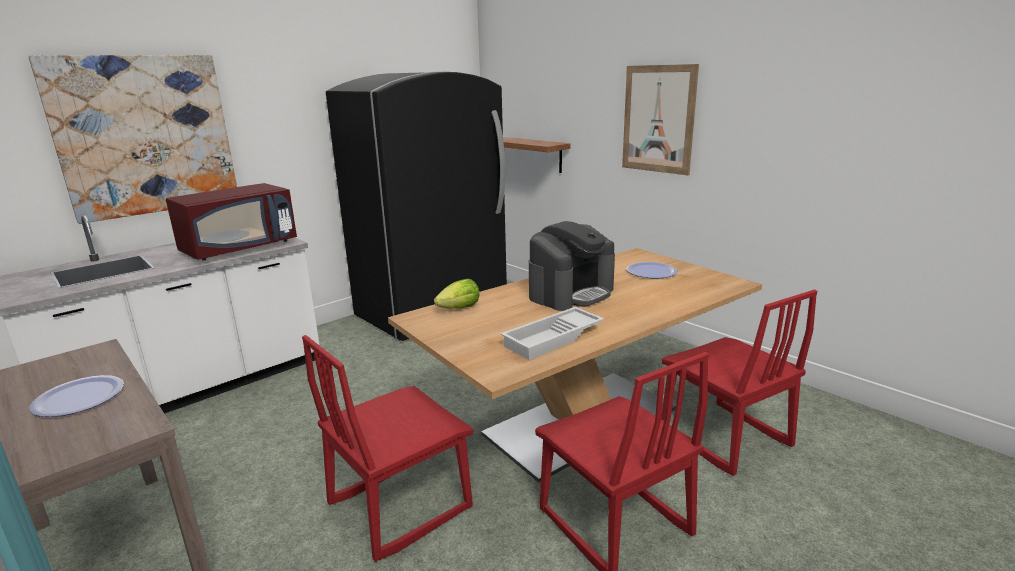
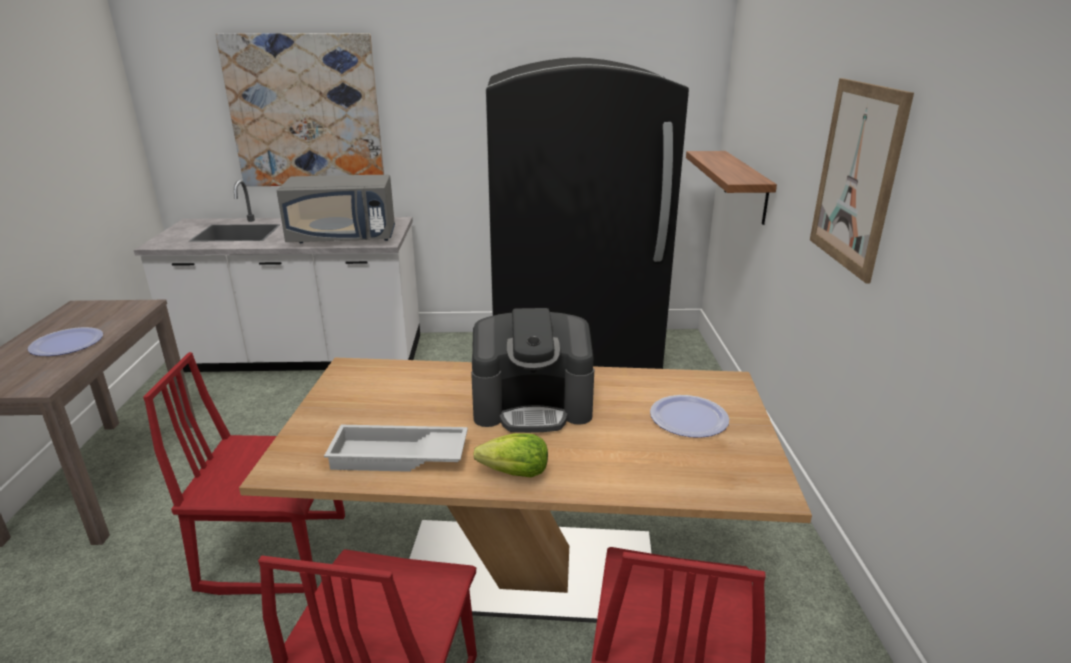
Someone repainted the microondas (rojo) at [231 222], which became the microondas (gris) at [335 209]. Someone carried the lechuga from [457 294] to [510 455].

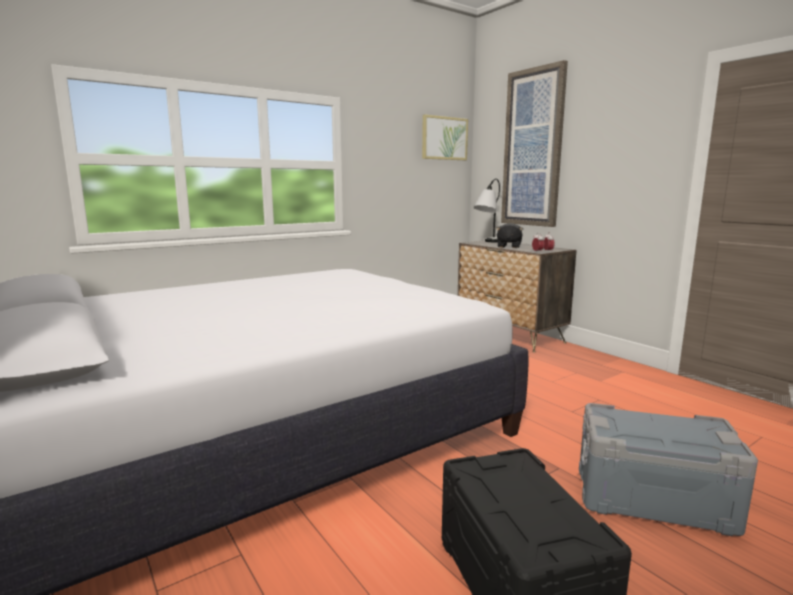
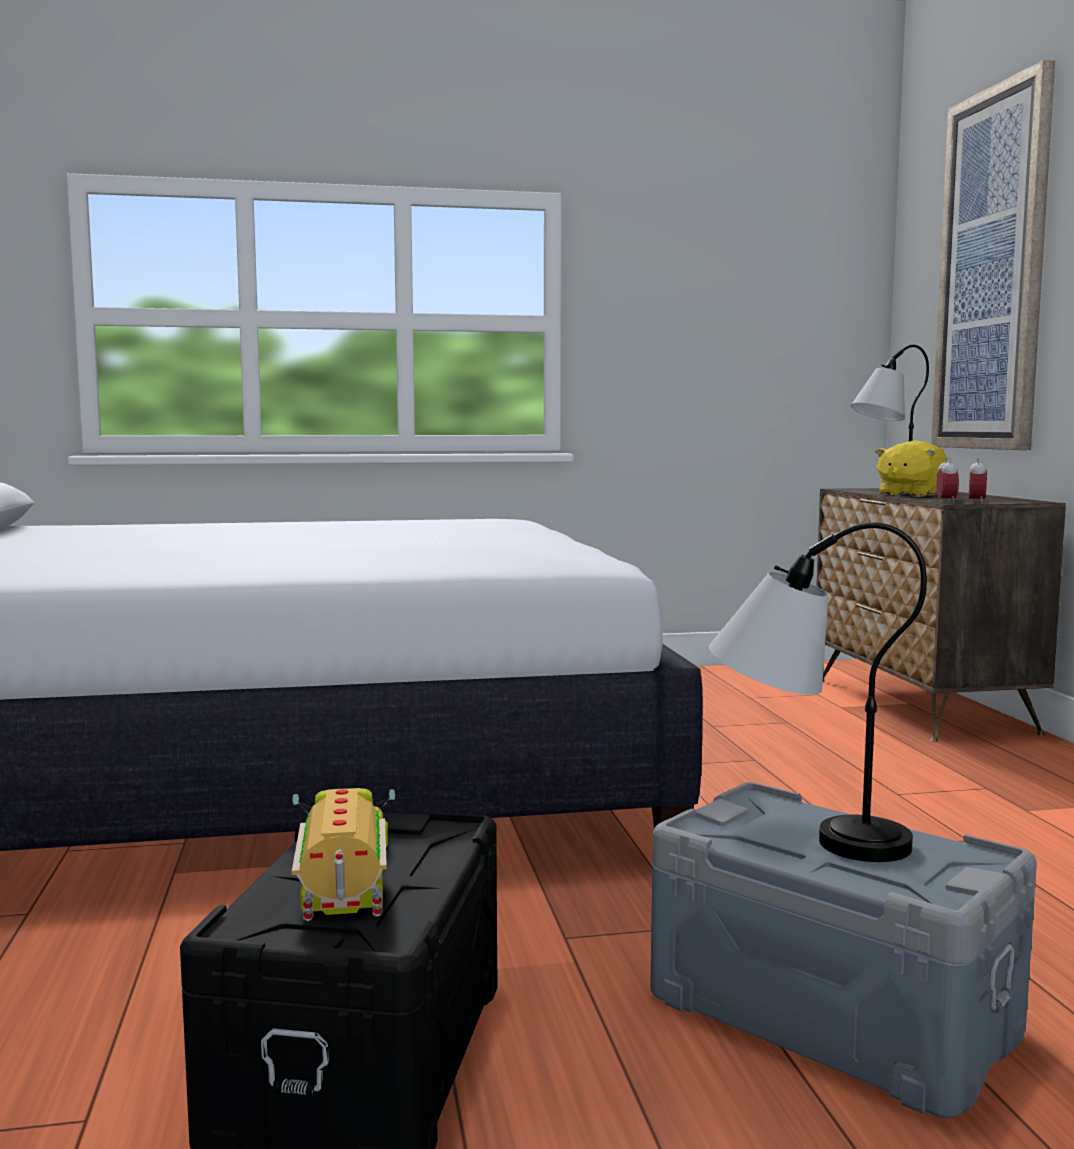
Someone took away the cuadro at [445 137]. Someone repainted the peluche (negro) at [509 235], which became the peluche (amarillo) at [910 469]. Someone put down the lámpara de mesa at [818 692]. Someone put down the camión de juguete at [343 854].

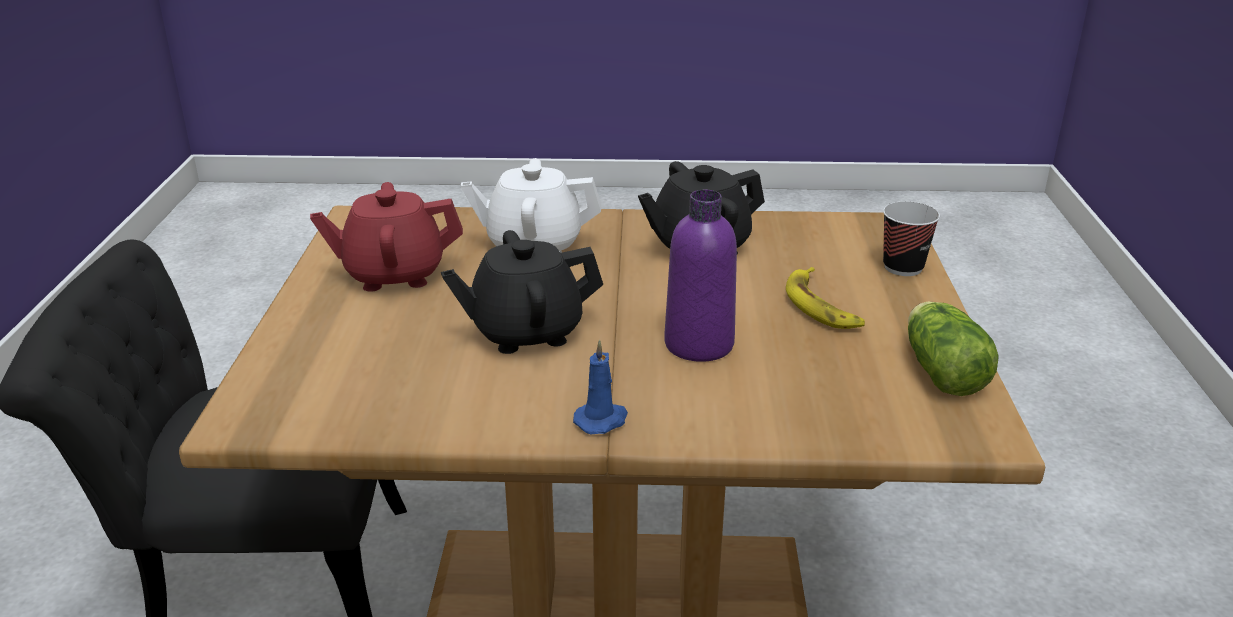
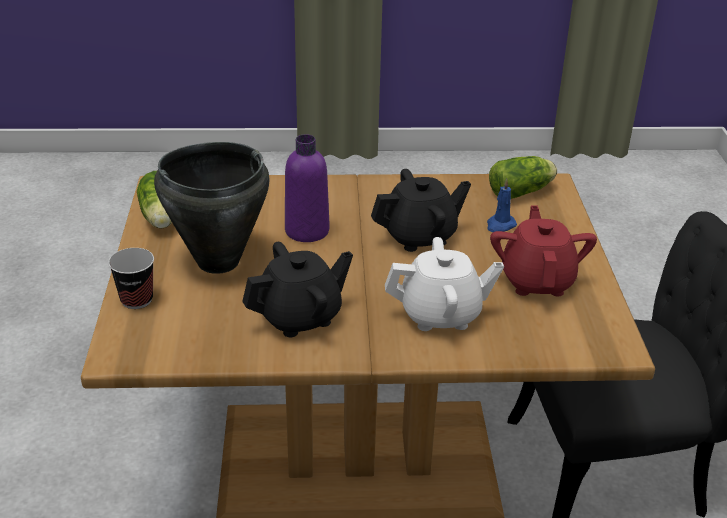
Someone rotated the tetera (rojo) at [386 237] by 75 degrees counterclockwise. Someone swapped the plátano at [825 298] for the olla (negro) at [212 208]. Someone carried the vela (azul) from [600 387] to [502 205]. Someone put down the lechuga at [523 177].

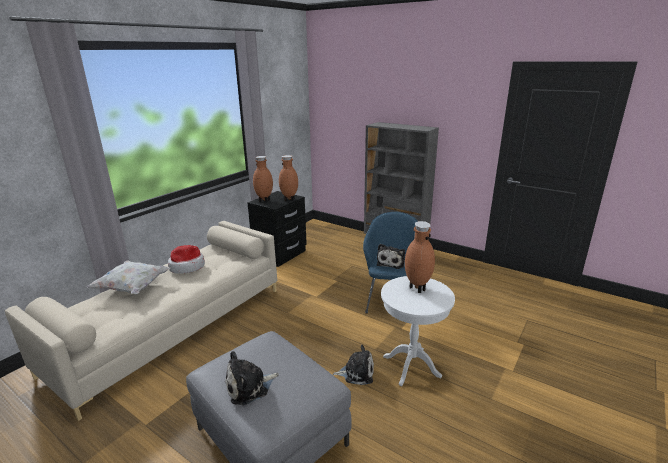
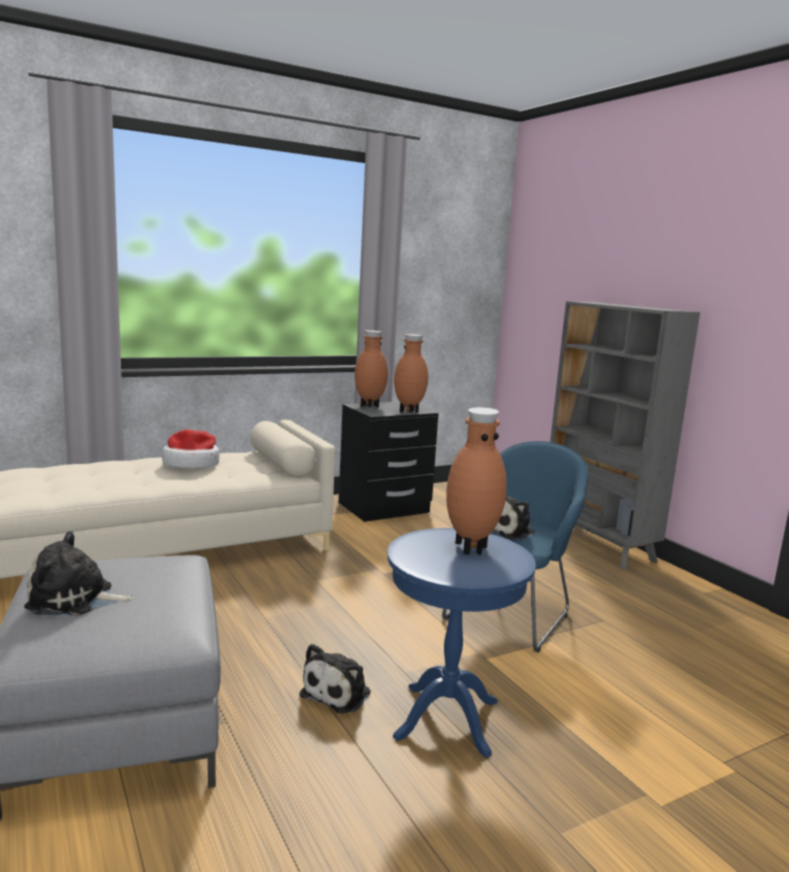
Someone took away the cojín (blanco) at [129 277]. Someone repainted the mesa auxiliar (blanco) at [418 331], which became the mesa auxiliar (azul) at [461 643]. Someone rotated the peluche at [353 365] by 90 degrees clockwise.

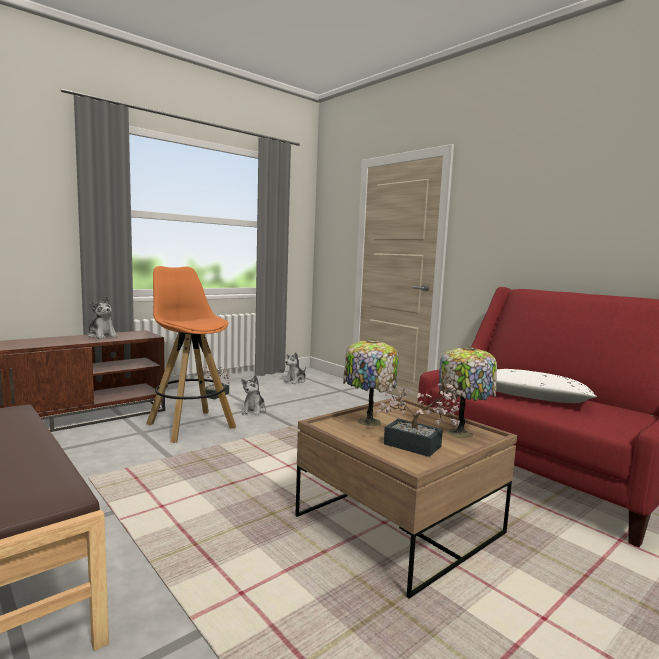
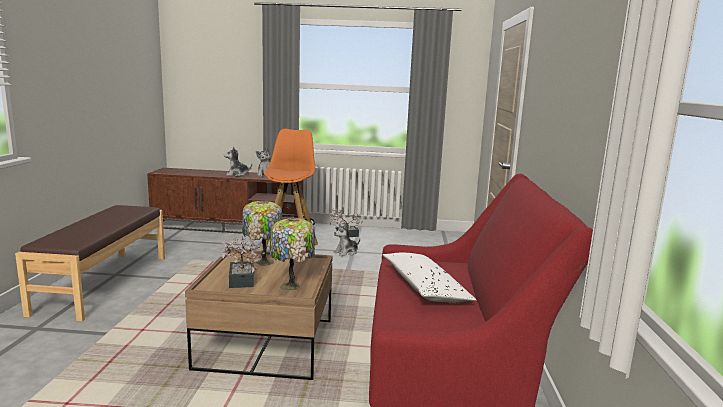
Someone carried the peluche from [295 368] to [238 161].

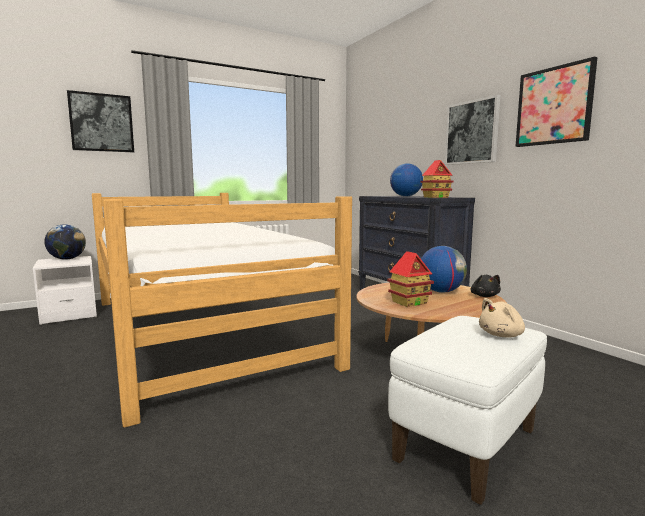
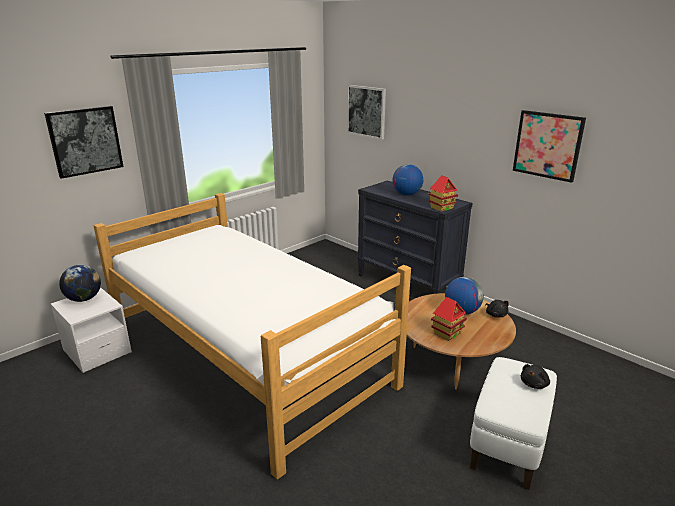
Someone carried the cuadro from [472 130] to [366 112]. Someone repainted the peluche (beis) at [502 318], which became the peluche (negro) at [535 376].

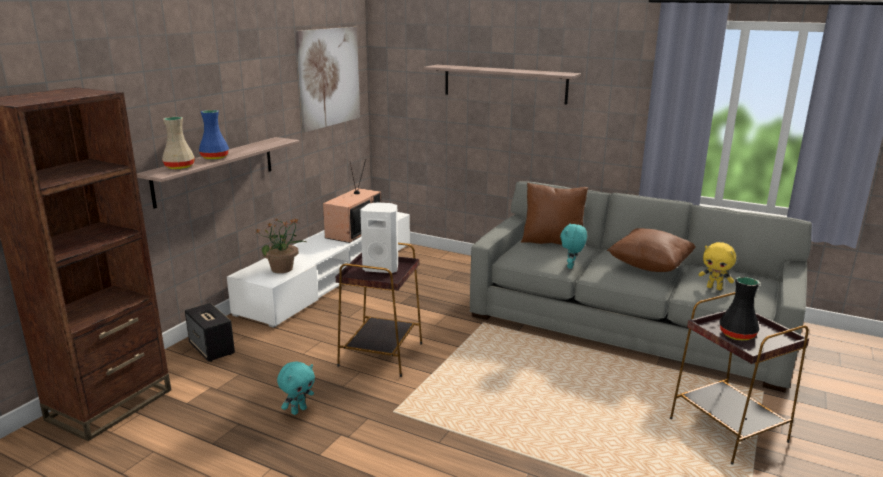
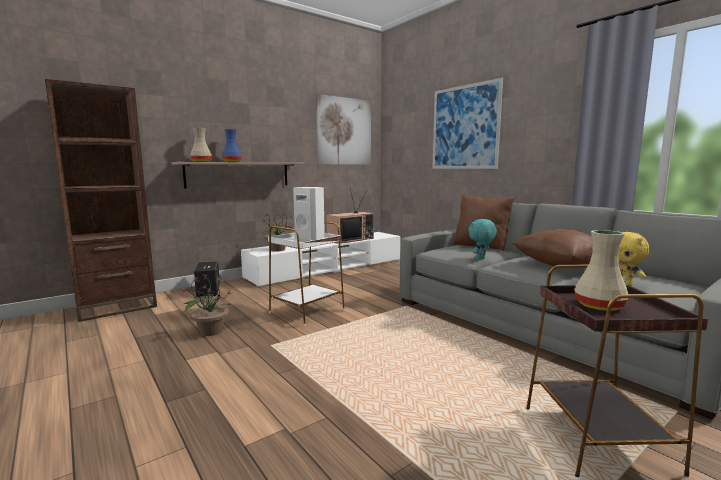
Someone swapped the estante at [502 85] for the cuadro at [467 123]. Someone repainted the mesa auxiliar (marrón) at [378 310], which became the mesa auxiliar (blanco) at [306 273]. Someone repainted the florero (negro) at [740 309], which became the florero (beis) at [601 270]. Someone swapped the peluche (turquesa) at [296 388] for the planta en maceta at [206 305].

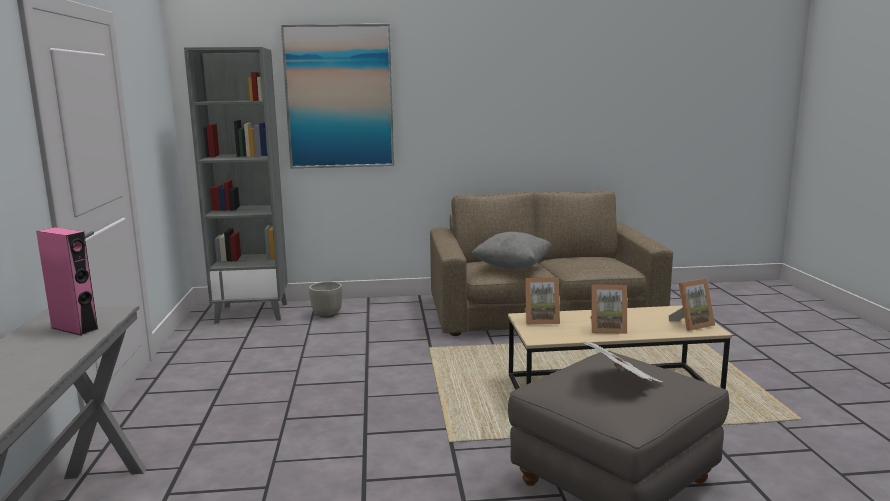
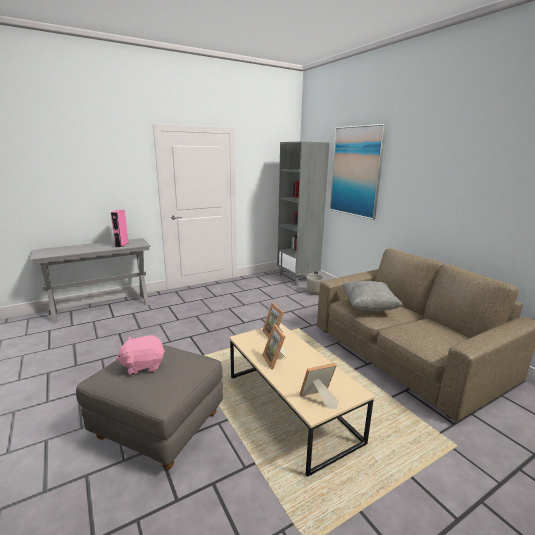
Someone rotated the portarretratos at [692 304] by 120 degrees clockwise. Someone swapped the periódico at [623 362] for the peluche (rosa) at [140 355].

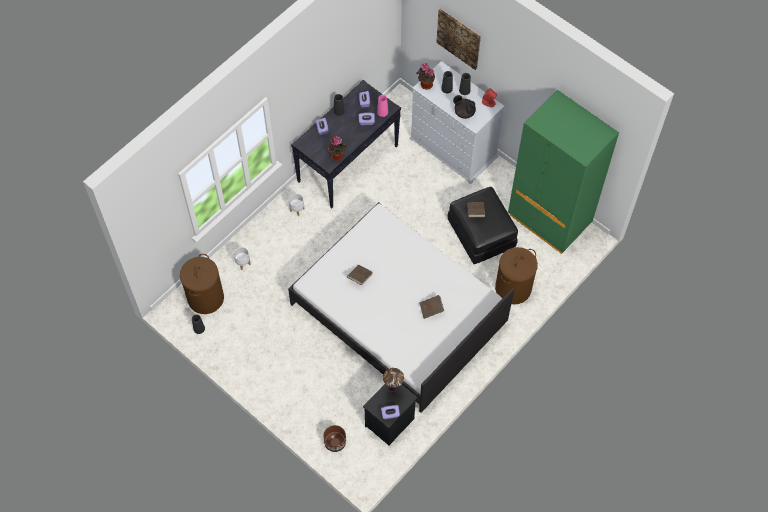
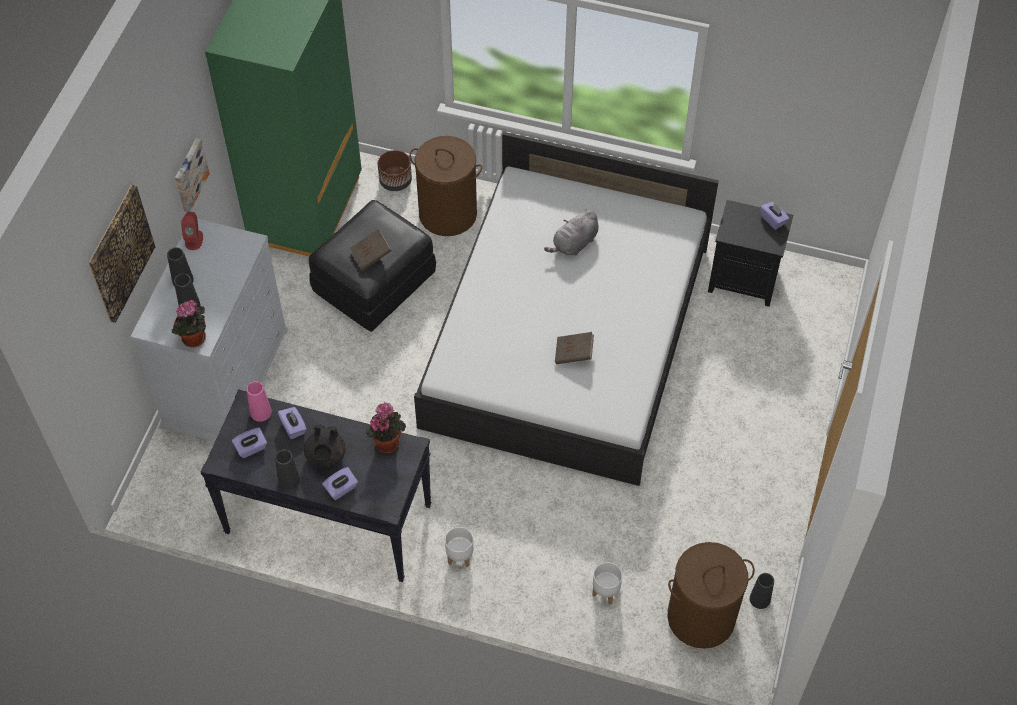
Someone carried the tetera (negro) from [464 107] to [325 445]. Someone swapped the libro (marrón) at [431 307] for the peluche (gris) at [571 233]. Someone took away the lámpara de mesa at [393 382]. Someone carried the maceta (marrón) from [334 438] to [395 170]. Someone put up the cuadro at [192 175].

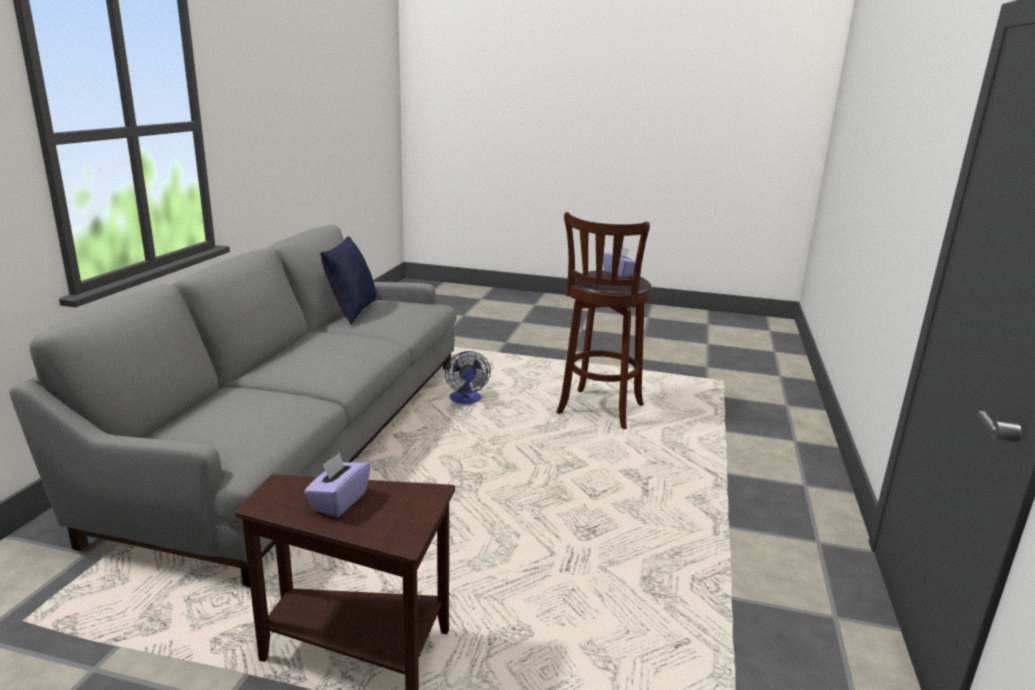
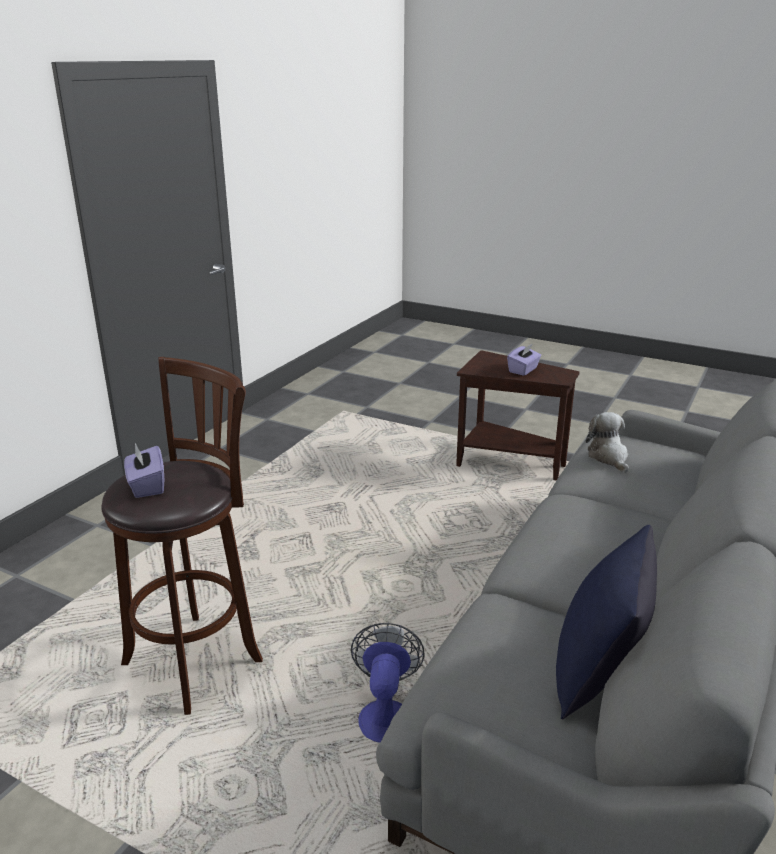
Someone put down the peluche at [607 442].

